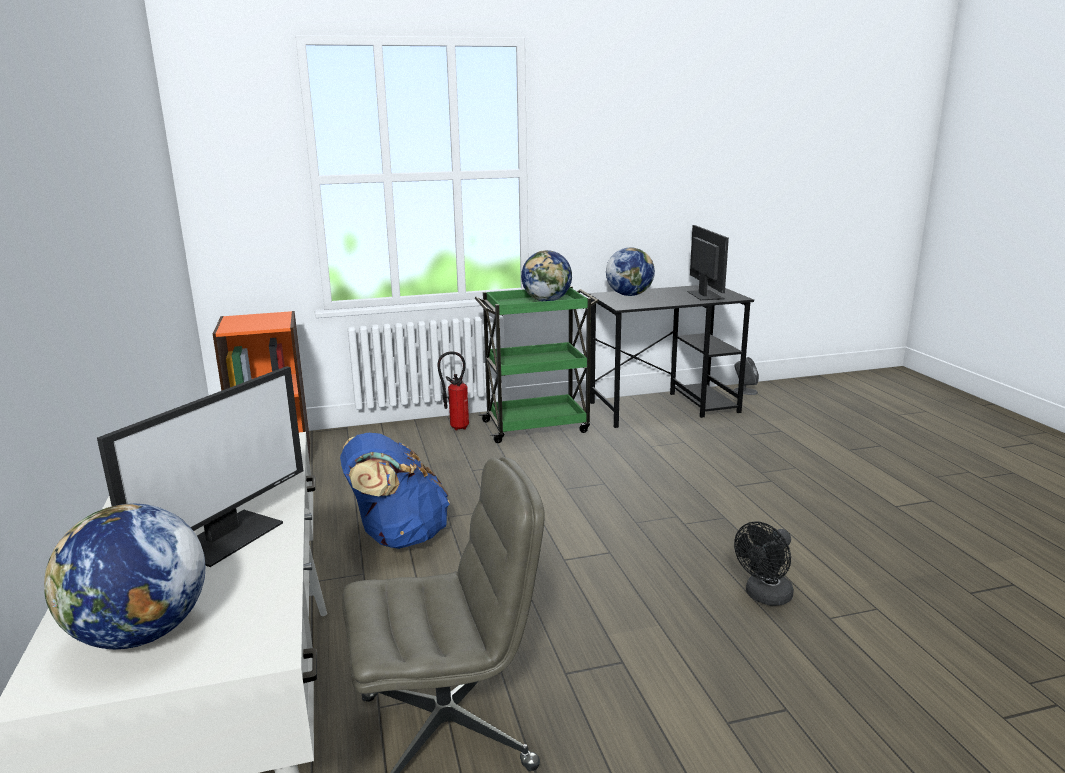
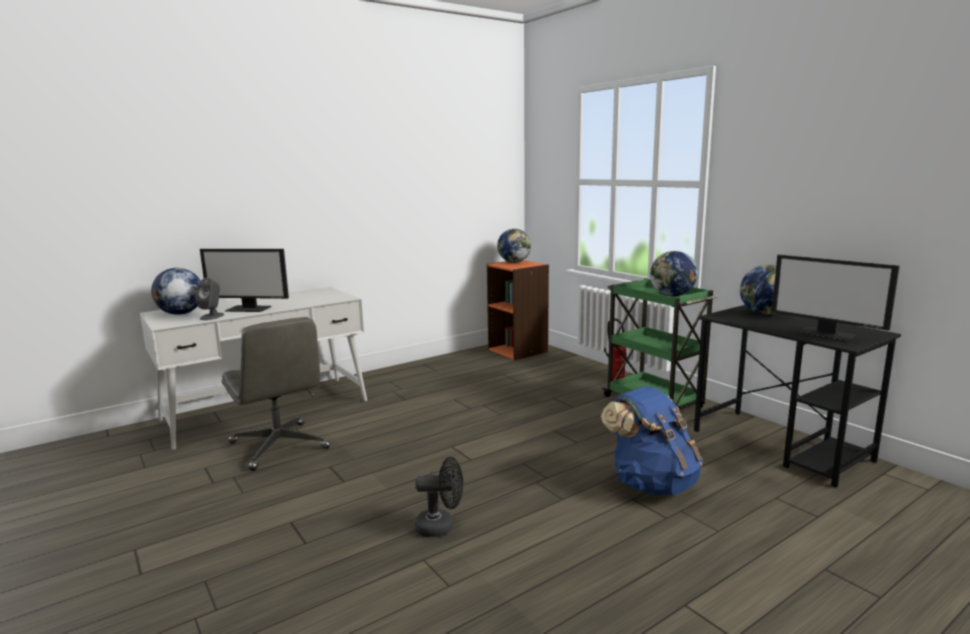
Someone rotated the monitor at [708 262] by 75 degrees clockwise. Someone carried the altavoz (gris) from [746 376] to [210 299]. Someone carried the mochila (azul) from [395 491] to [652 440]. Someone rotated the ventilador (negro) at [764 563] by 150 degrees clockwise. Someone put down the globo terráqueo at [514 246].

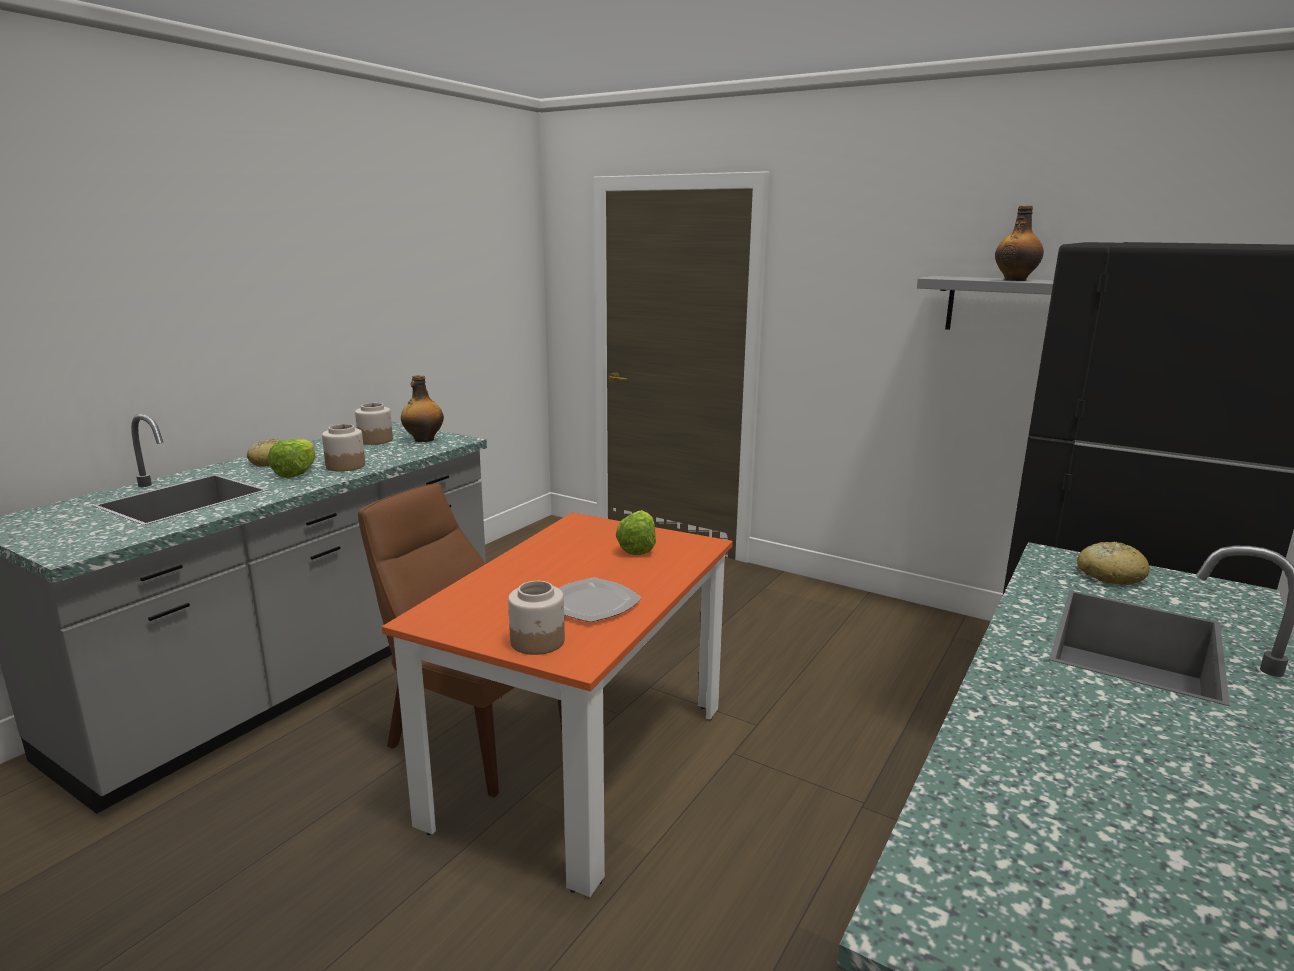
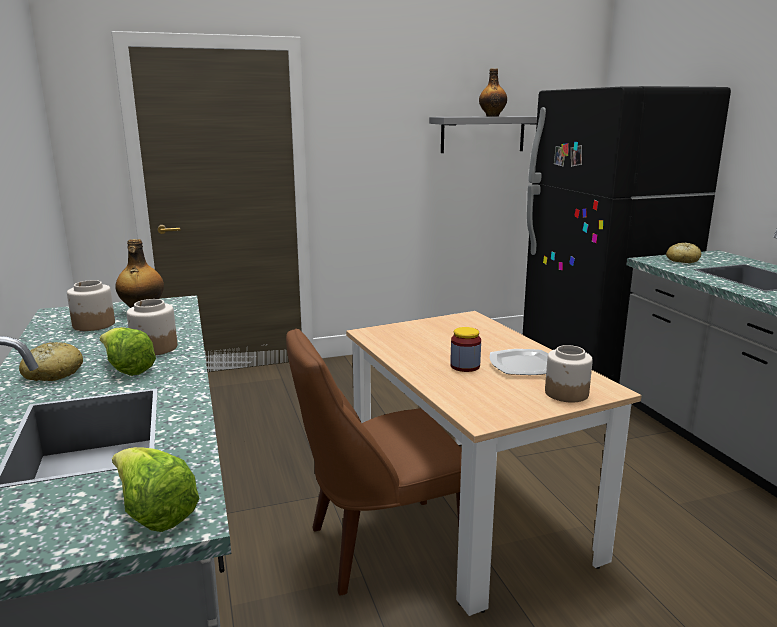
Someone carried the lechuga from [636 532] to [155 489]. Someone repainted the mesa de comedor (naranja) at [557 705], which became the mesa de comedor (beis) at [494 463]. Someone put down the tarro at [465 349].

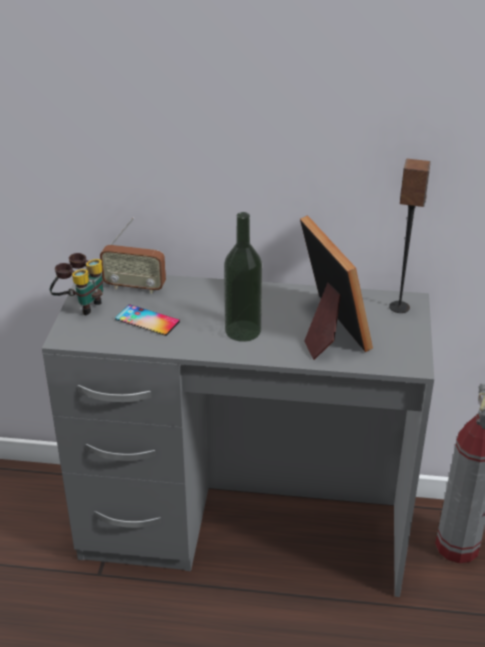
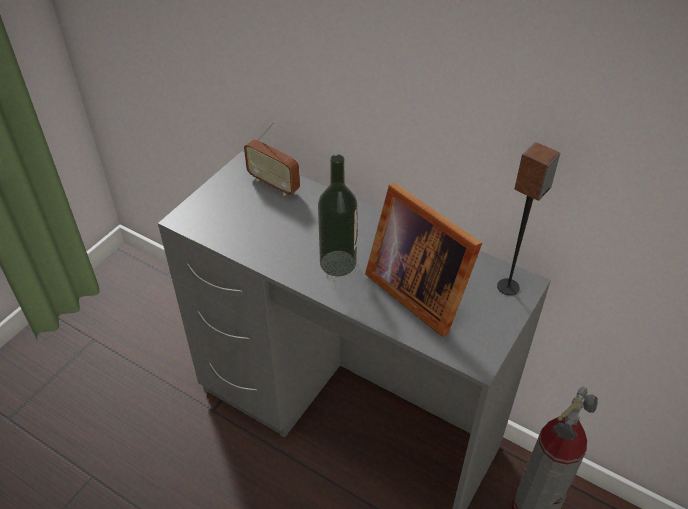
Someone rotated the portarretratos at [336 287] by 135 degrees clockwise. Someone took away the prismáticos at [76 284]. Someone took away the móvil at [147 320].

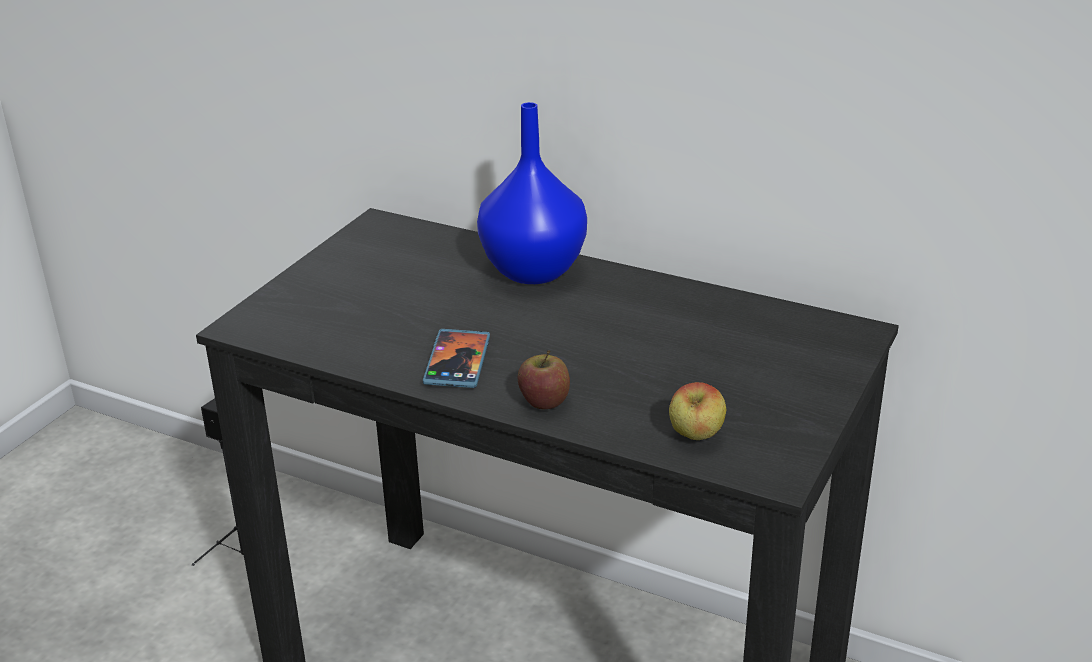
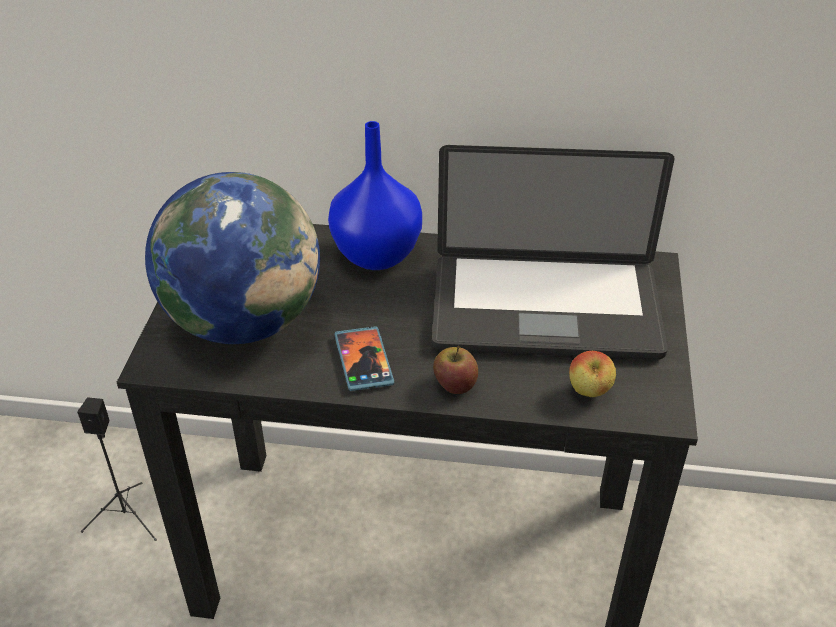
Someone put down the portátil at [553 252]. Someone put down the globo terráqueo at [232 258].

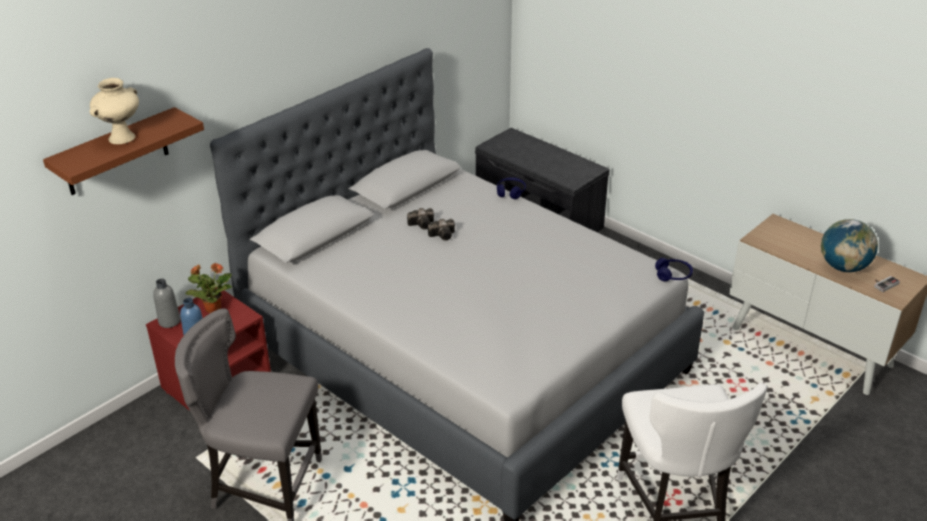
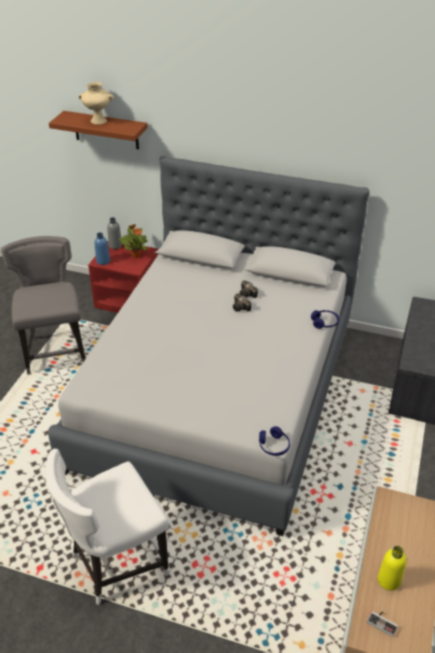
Someone swapped the globo terráqueo at [849 245] for the botella (amarillo) at [392 568].

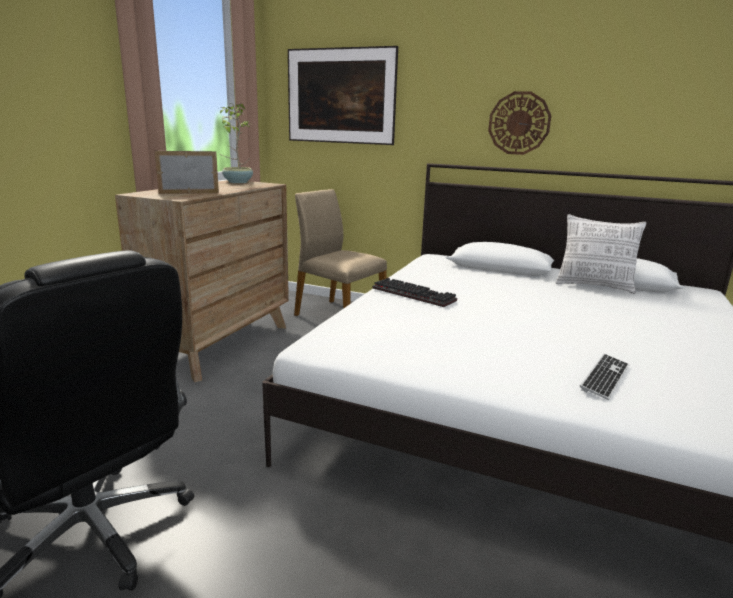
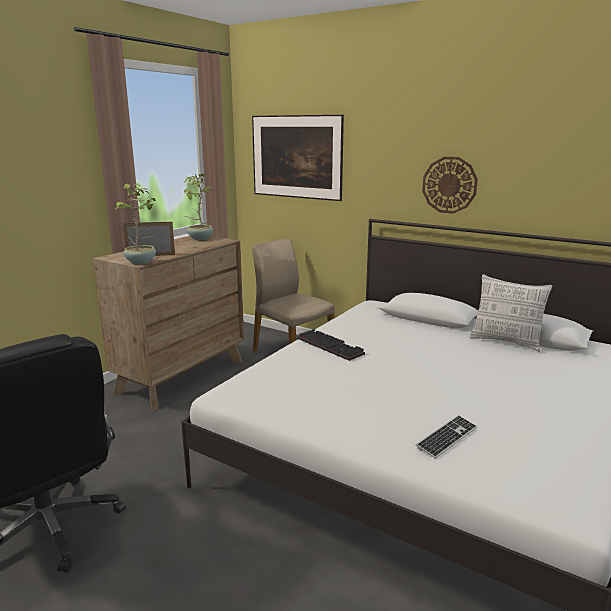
Someone put down the planta en maceta at [135 224].

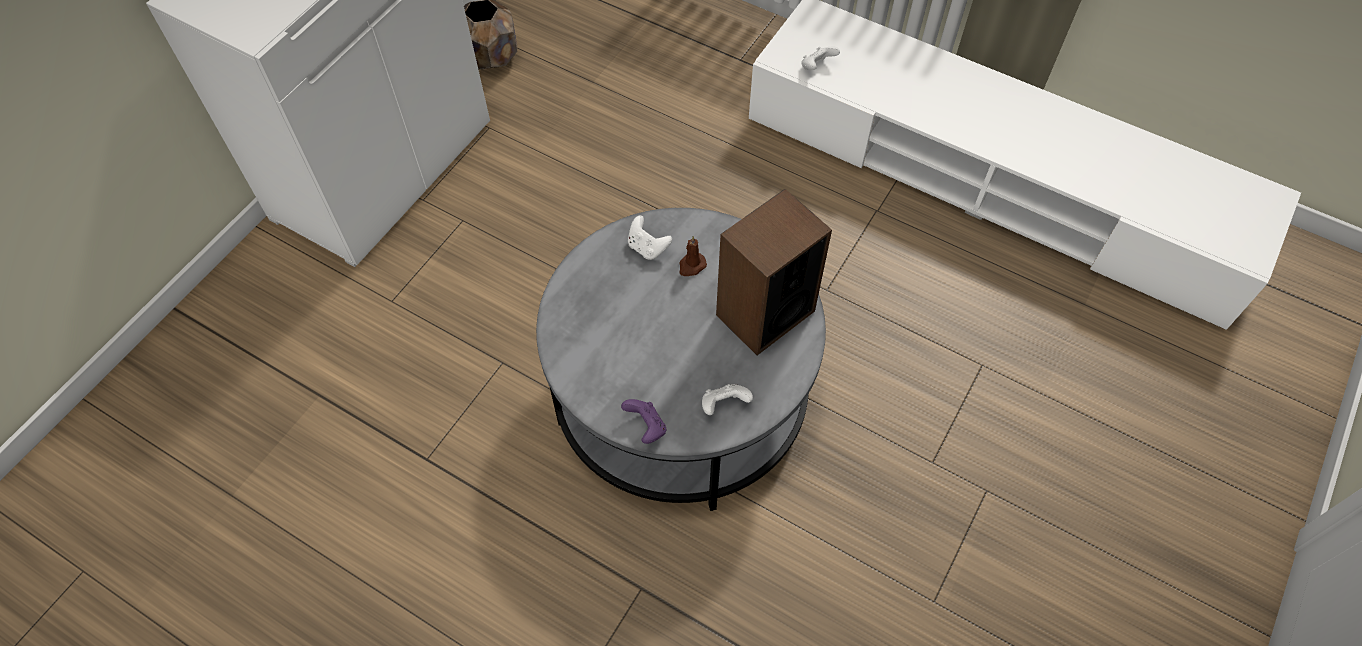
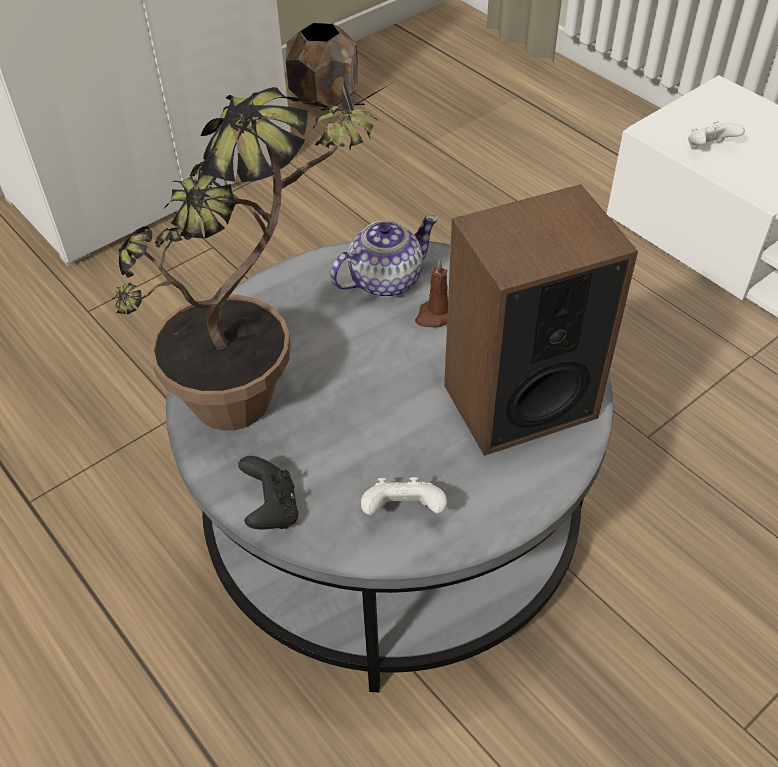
Someone swapped the mando de consola (blanco) at [650 237] for the tetera at [384 256]. Someone repainted the mando de consola (morado) at [643 421], which became the mando de consola (negro) at [268 492]. Someone put down the planta en maceta at [252 254].

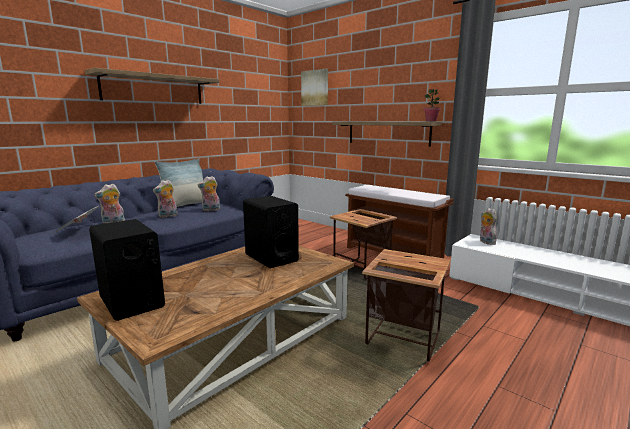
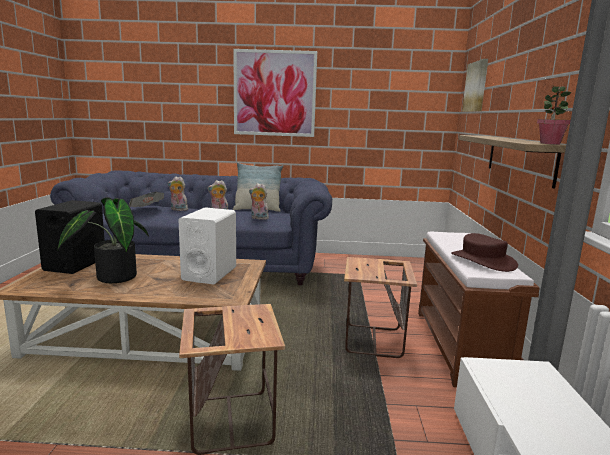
Someone swapped the estante at [152 86] for the cuadro at [275 93]. Someone repainted the altavoz (negro) at [271 232], which became the altavoz (blanco) at [207 245]. Someone took away the peluche at [488 226]. Someone put down the planta en maceta at [103 240]. Someone put down the sombrero (marrón) at [484 252].

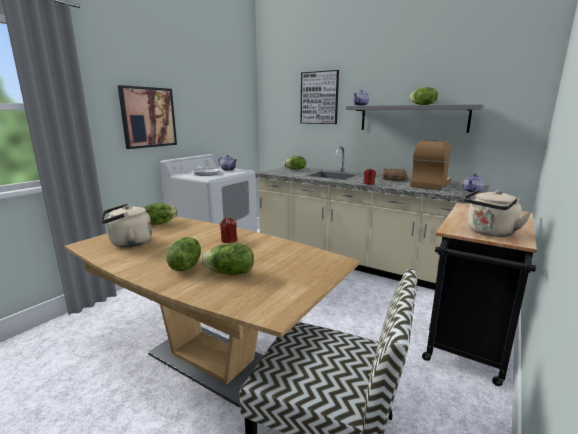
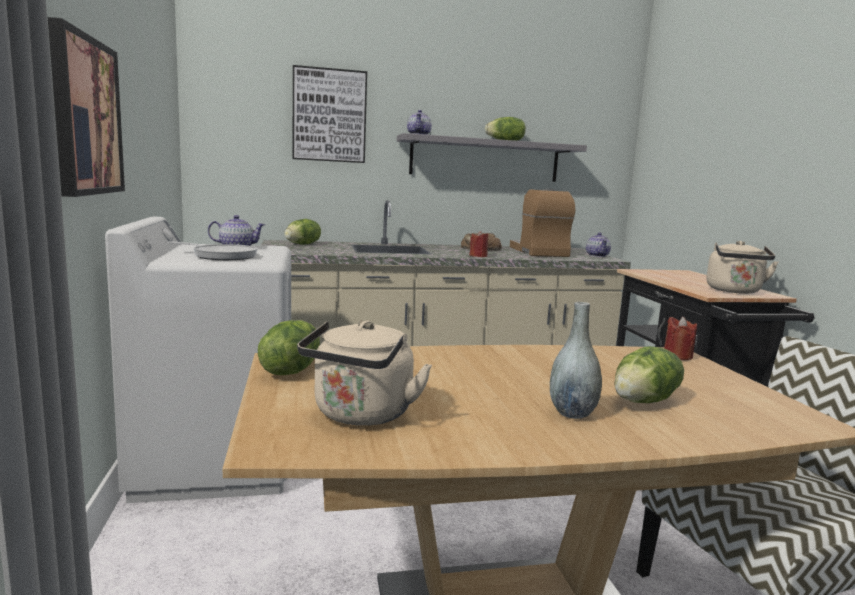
Someone carried the vela (rojo) from [228 230] to [680 338]. Someone swapped the lechuga at [183 254] for the florero (gris) at [576 360].

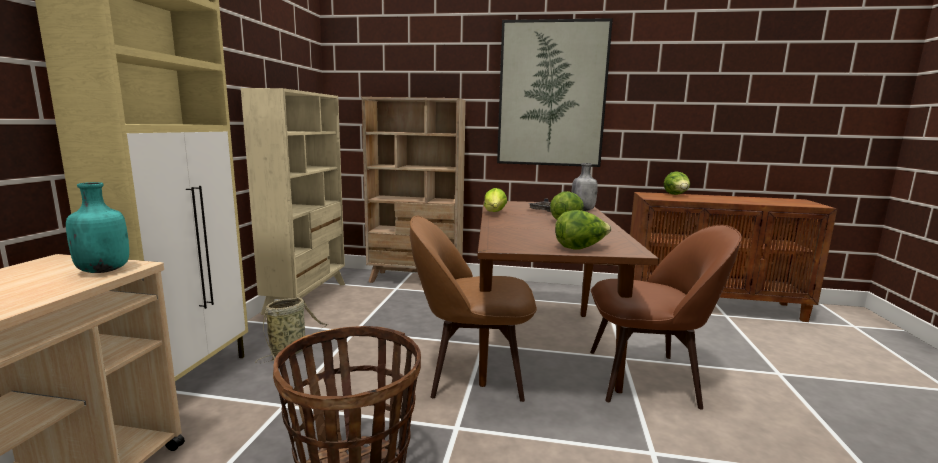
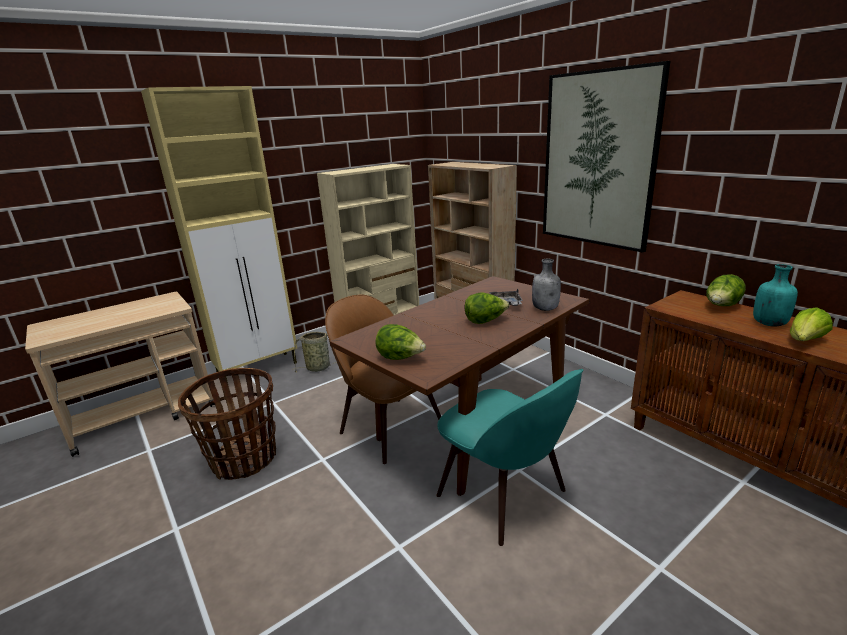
Someone carried the botella (turquesa) from [97 227] to [775 295]. Someone carried the lechuga from [495 200] to [811 324]. Someone repainted the silla (marrón) at [666 317], which became the silla (turquesa) at [510 457].

